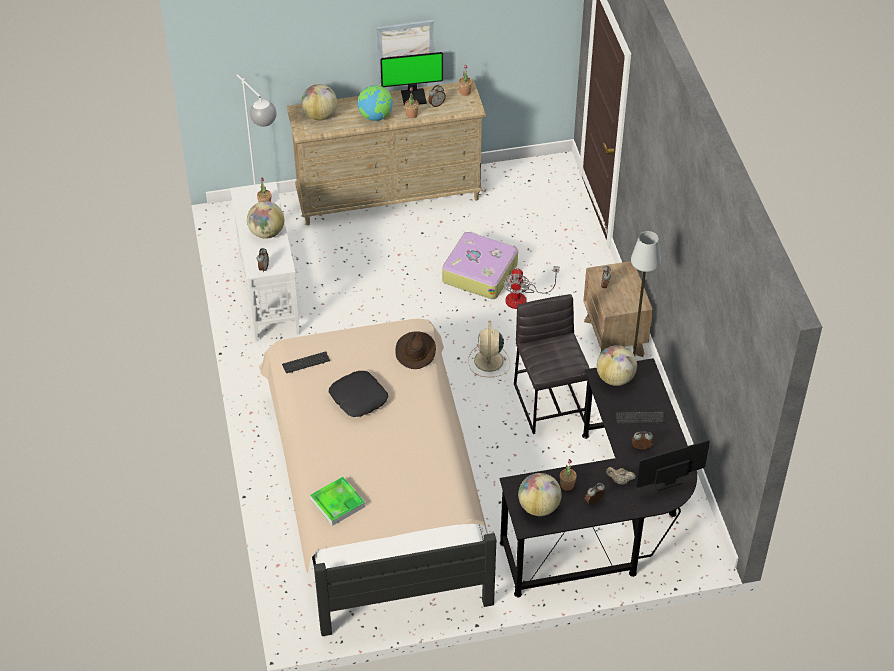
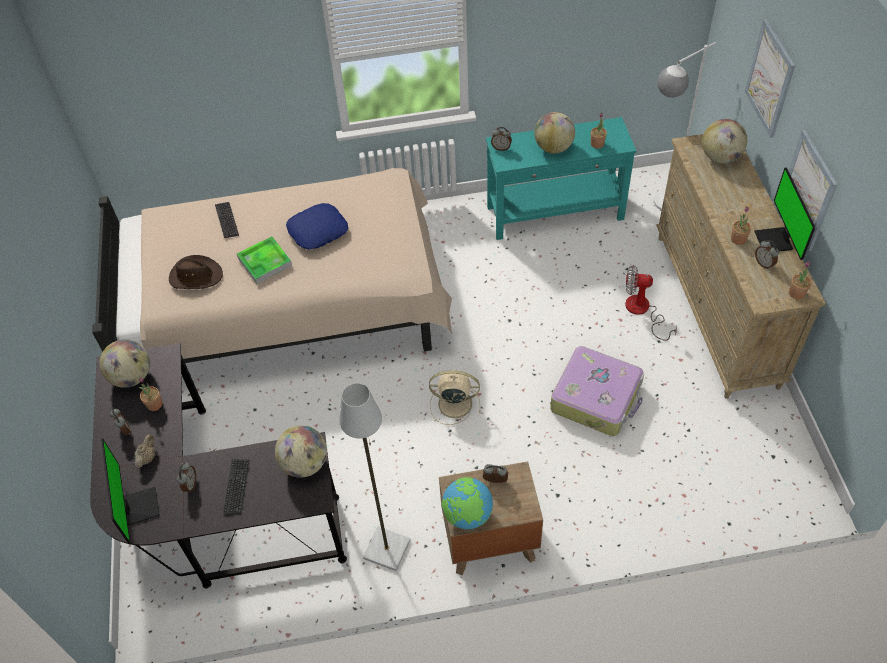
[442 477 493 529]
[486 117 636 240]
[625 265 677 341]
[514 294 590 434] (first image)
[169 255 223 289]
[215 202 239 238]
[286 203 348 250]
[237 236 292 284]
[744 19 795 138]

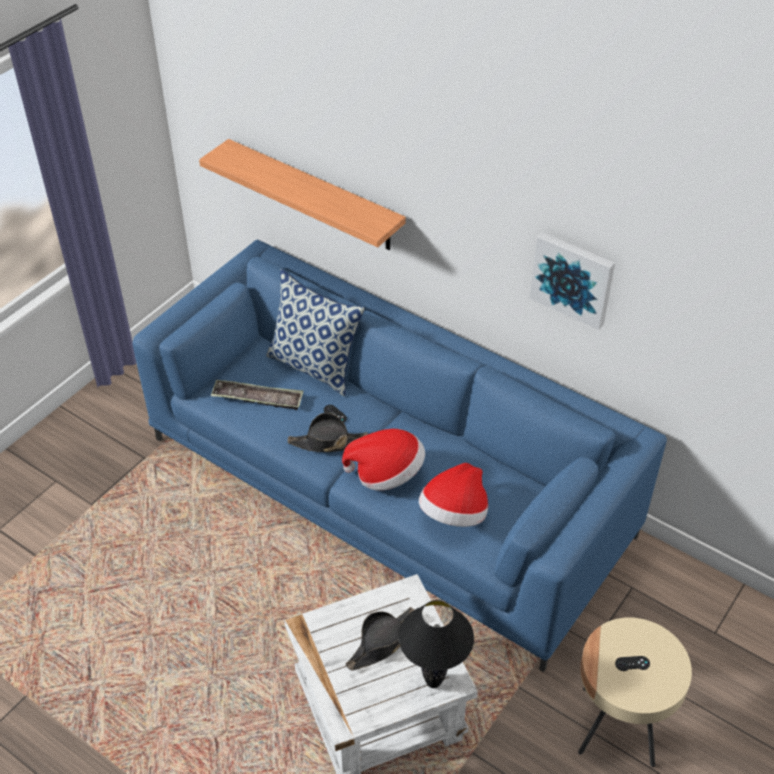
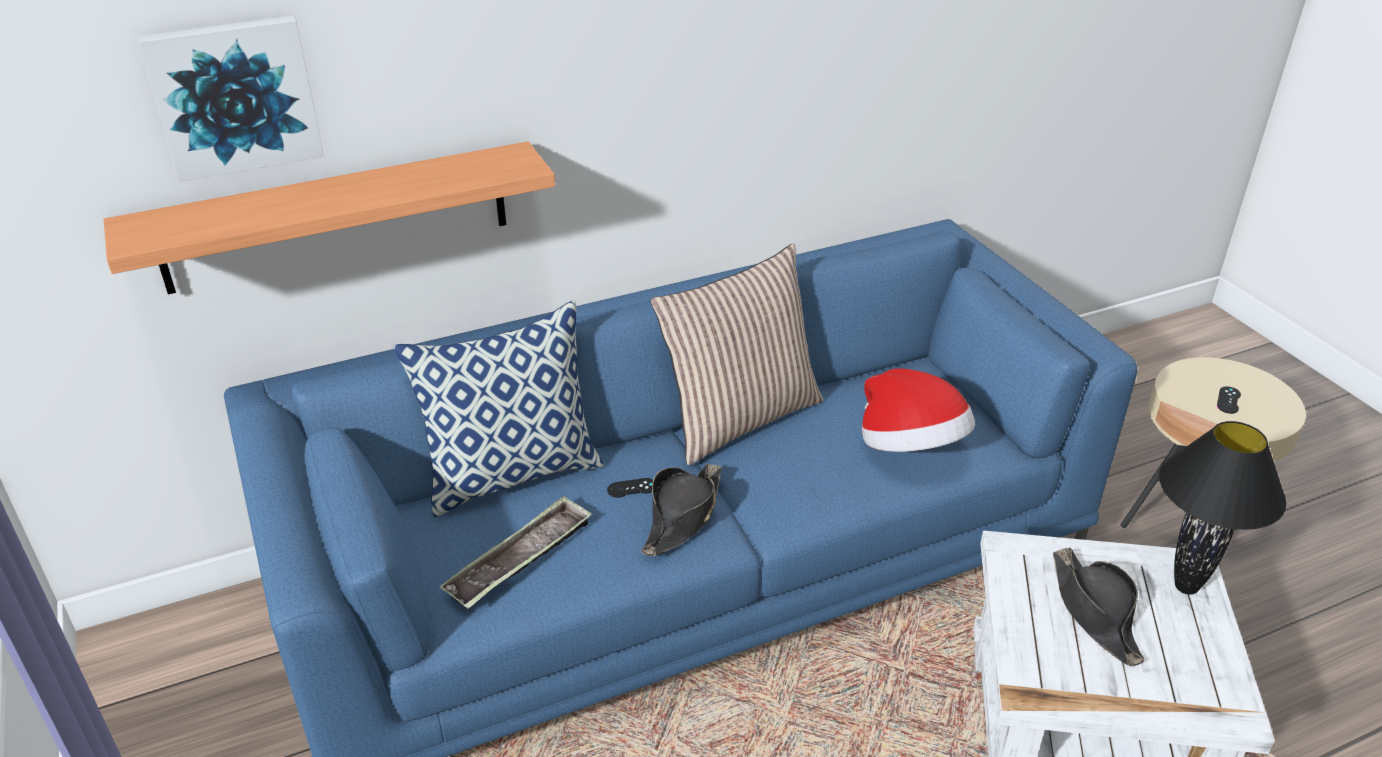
[138 15 324 182]
[342 429 425 490] (first image)
[650 244 823 465]

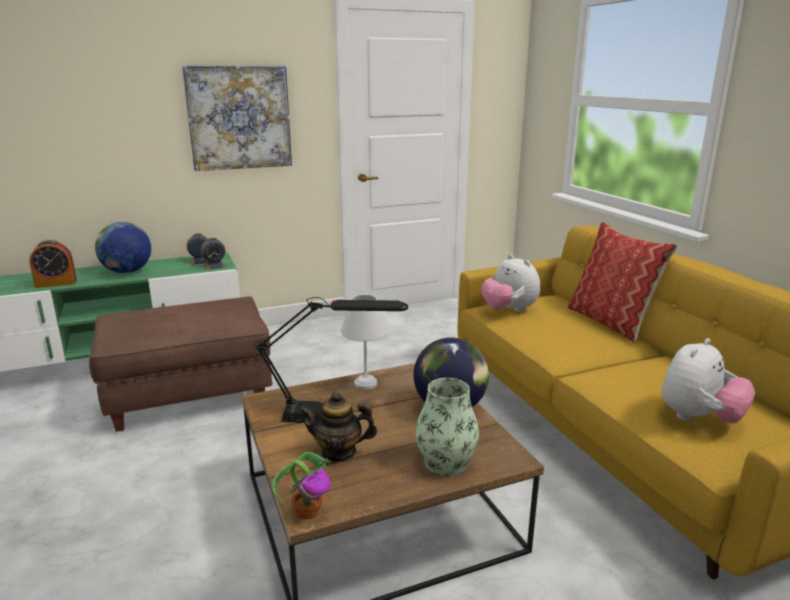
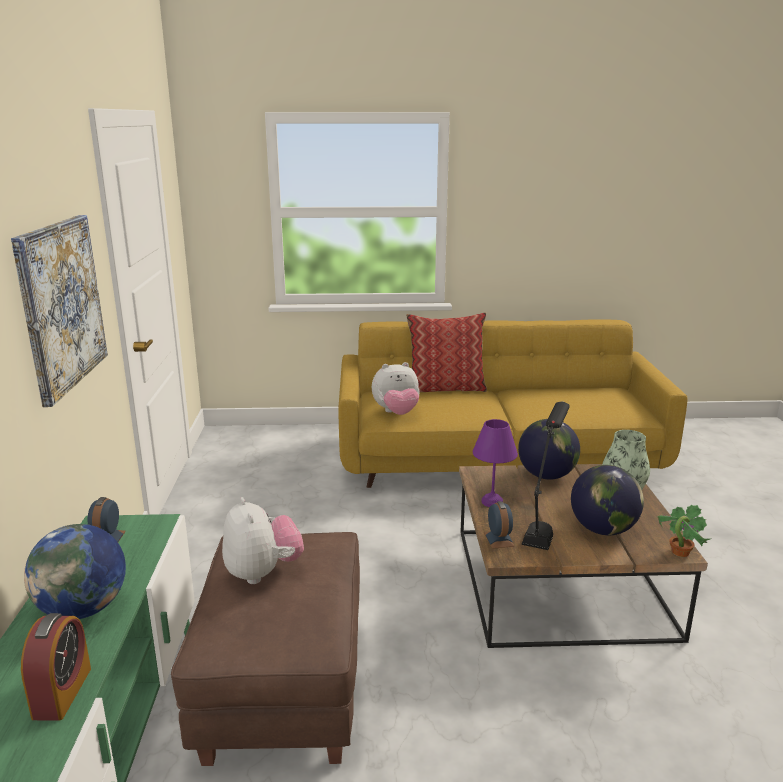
[484 501 515 549]
[473 419 518 507]
[222 497 304 584]
[571 465 644 535]

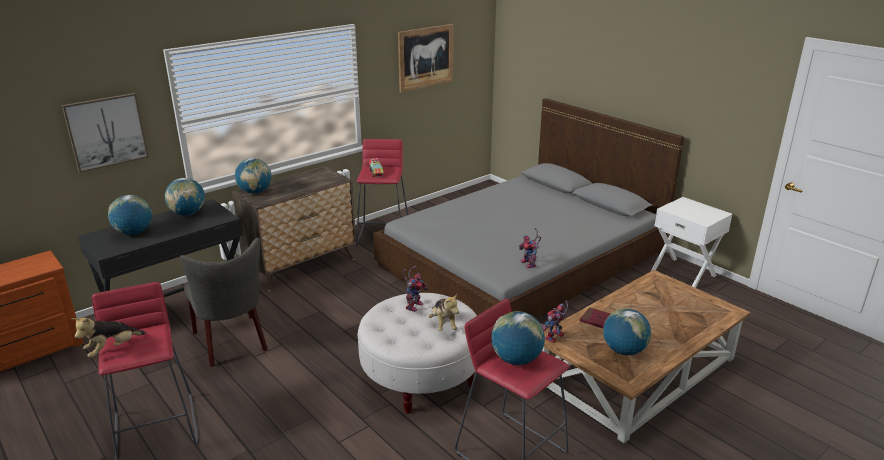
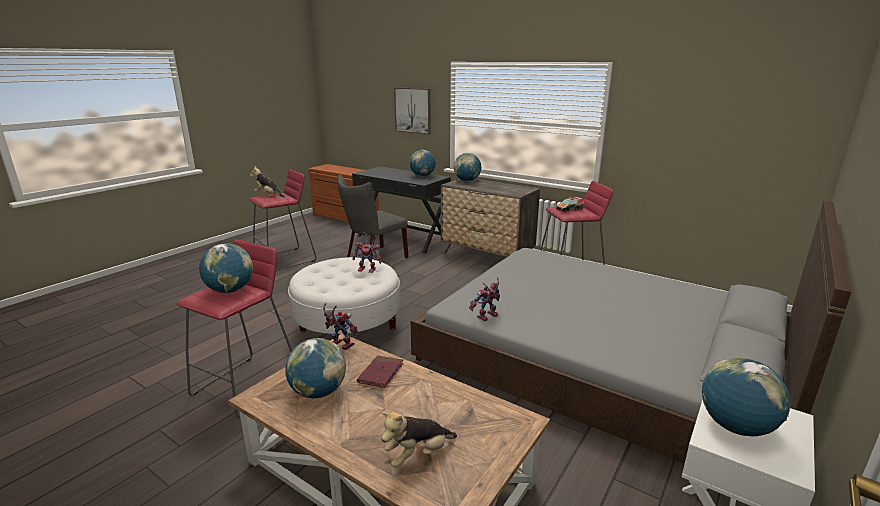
[398 24 453 92] (first image)
[702 358 790 436]
[381 412 457 468]

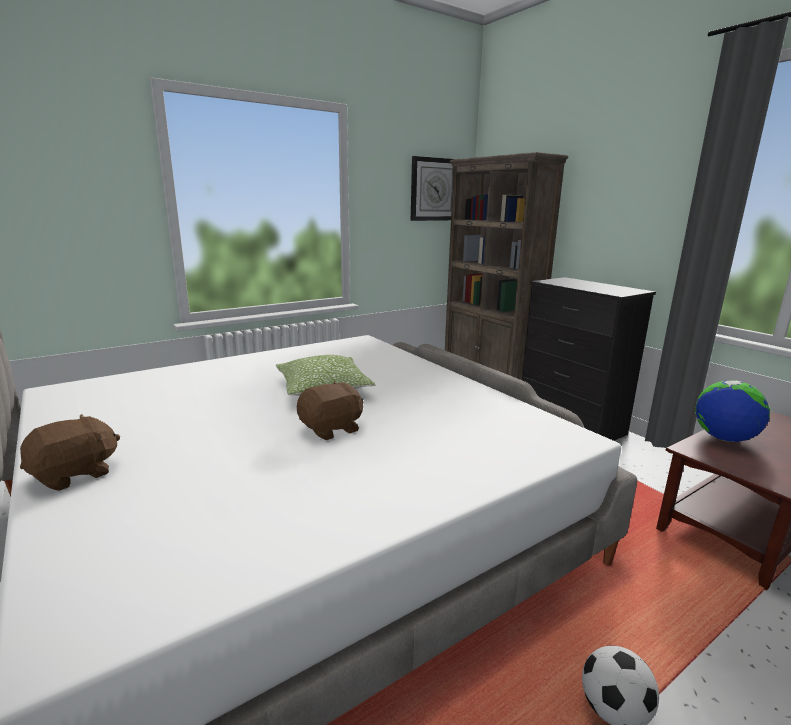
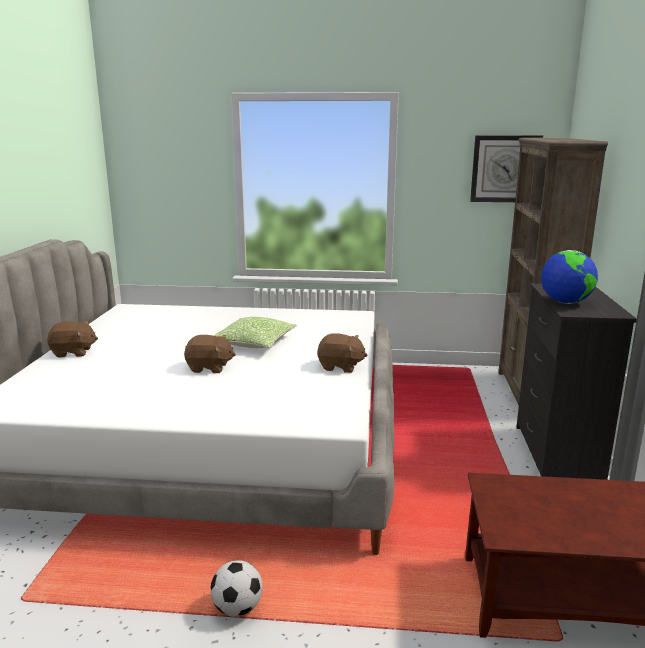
[541 250 598 304]
[317 333 368 373]

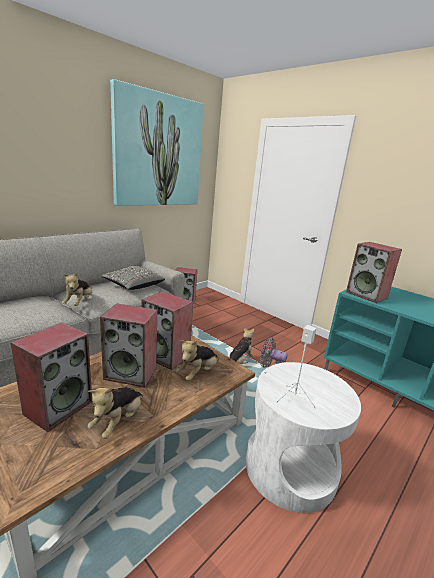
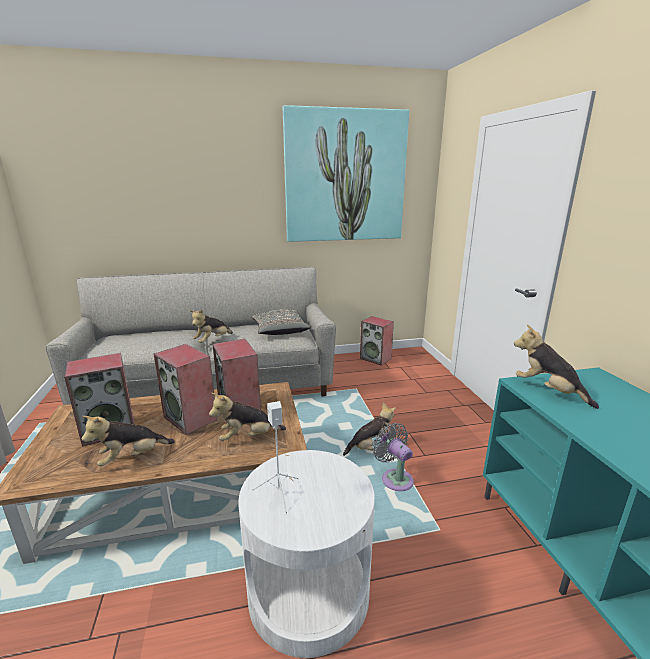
[514 325 599 409]

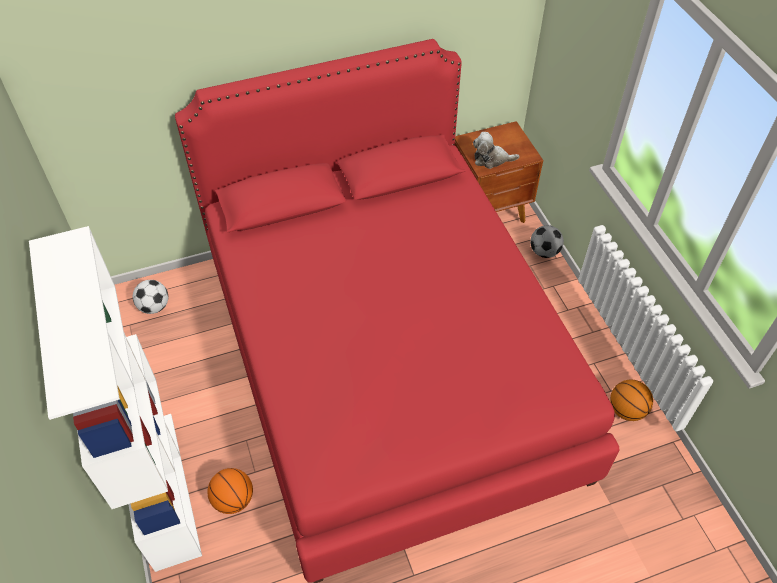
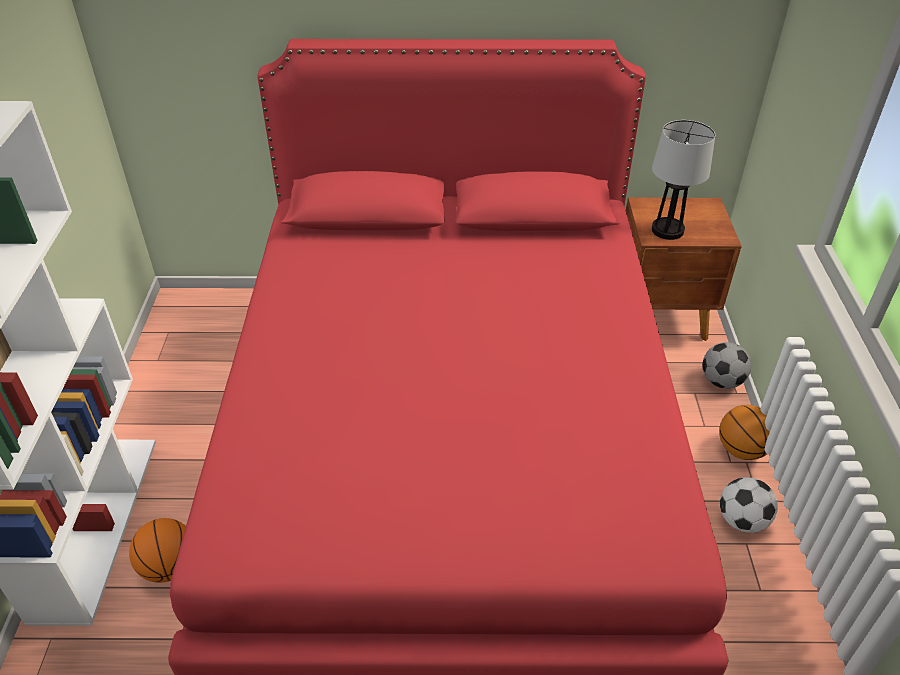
[652 120 715 240]
[720 477 778 533]
[719 405 770 460]

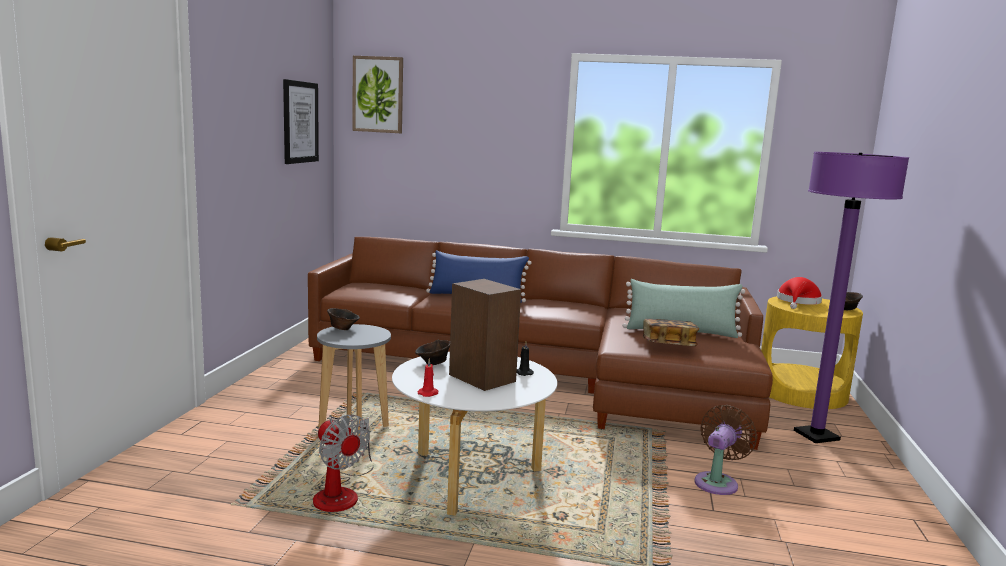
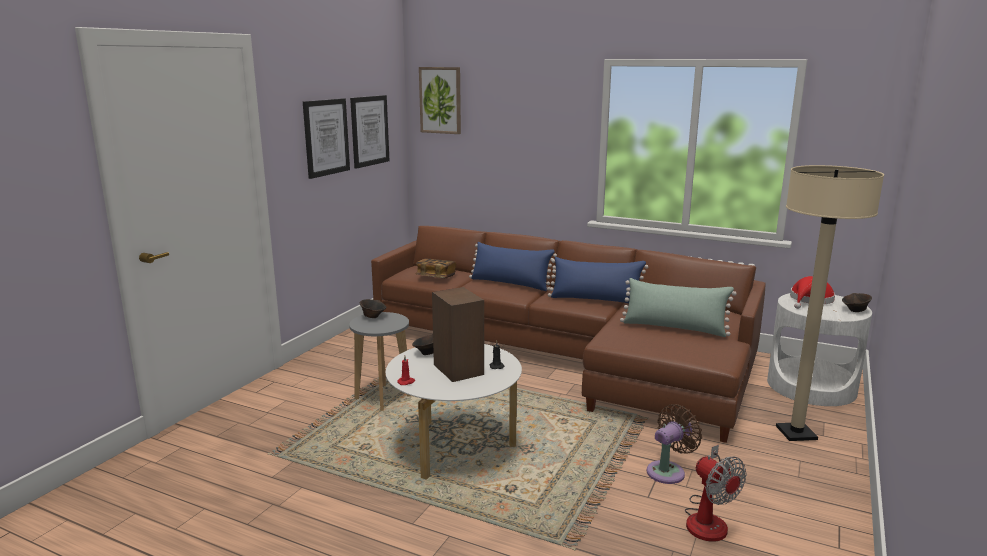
[776 165 884 441]
[767 293 872 406]
[415 259 456 278]
[685 444 747 542]
[303 98 350 179]
[548 257 648 303]

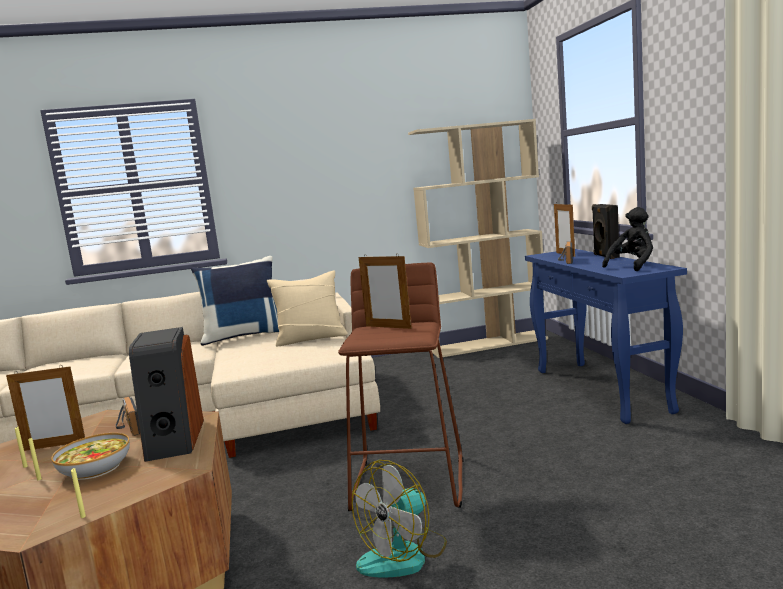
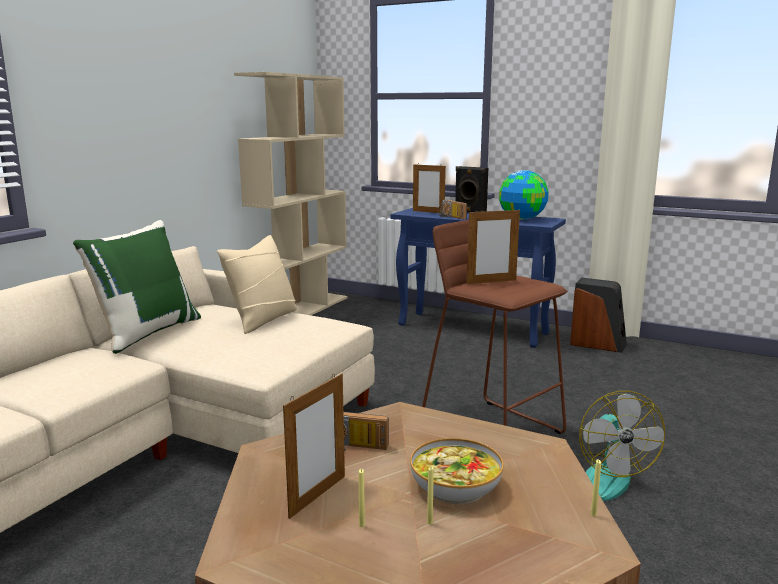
[499 170 549 220]
[73 220 201 354]
[570 278 627 353]

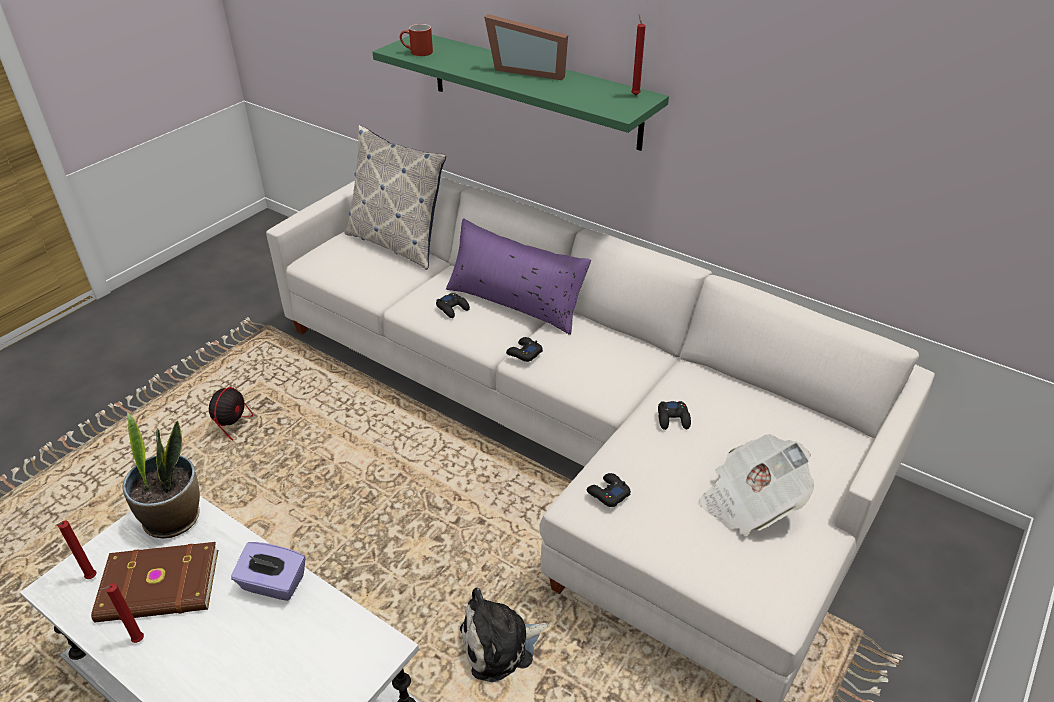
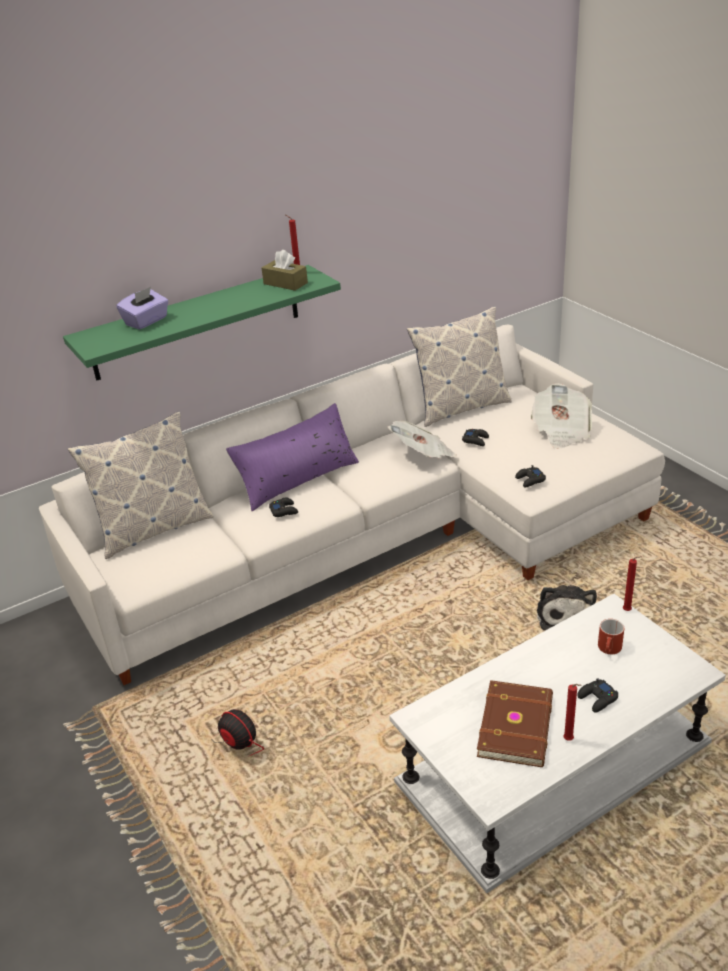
[484 14 568 80] (first image)
[598 619 624 654]
[577 678 618 713]
[122 412 200 538] (first image)
[623 556 642 611]
[117 287 169 330]
[262 250 308 291]
[407 306 511 427]
[387 420 457 459]

